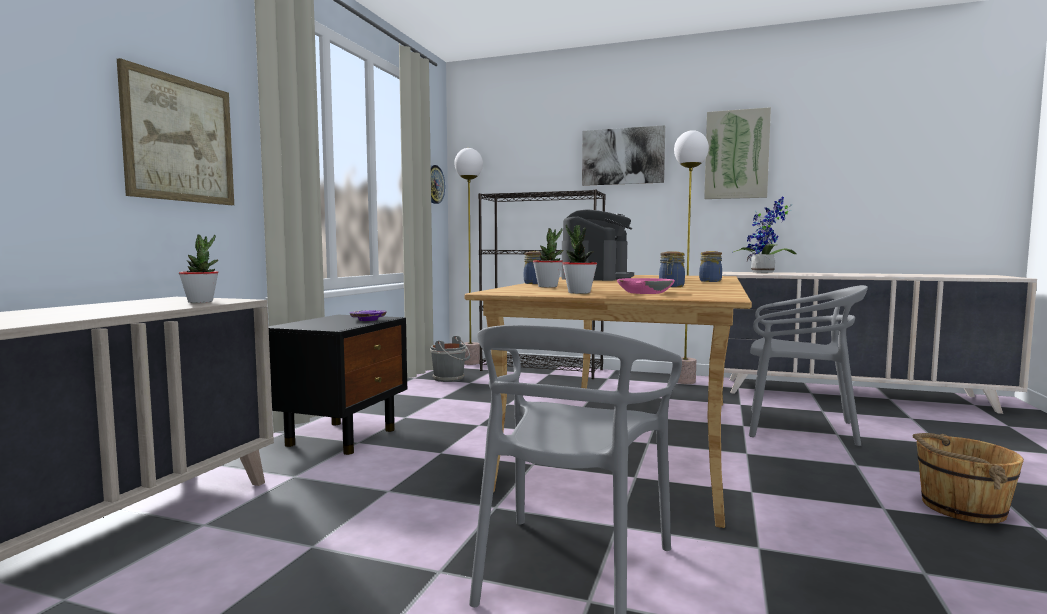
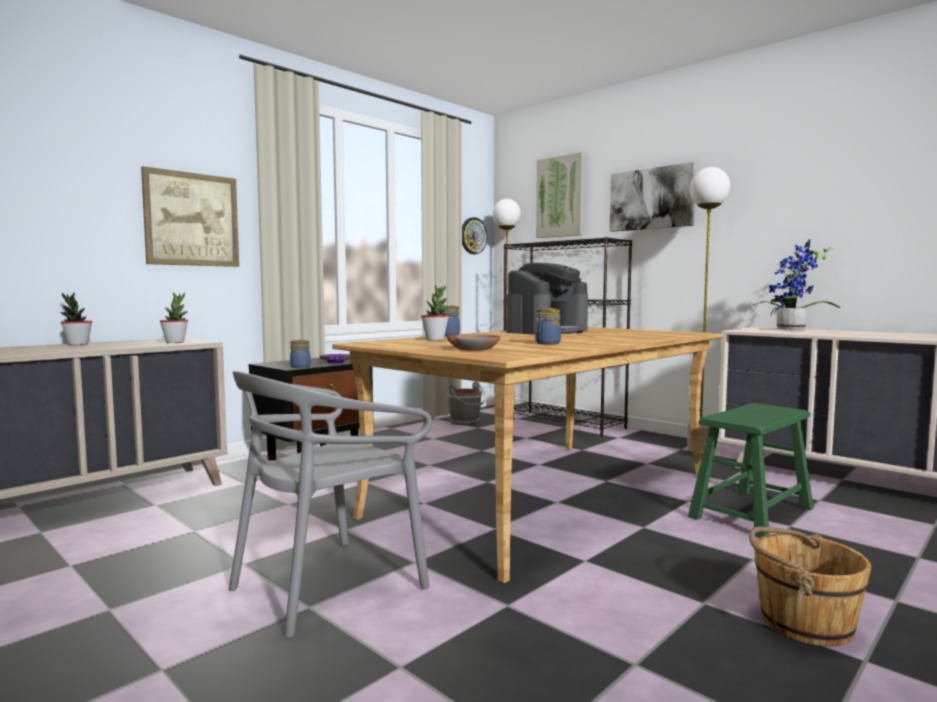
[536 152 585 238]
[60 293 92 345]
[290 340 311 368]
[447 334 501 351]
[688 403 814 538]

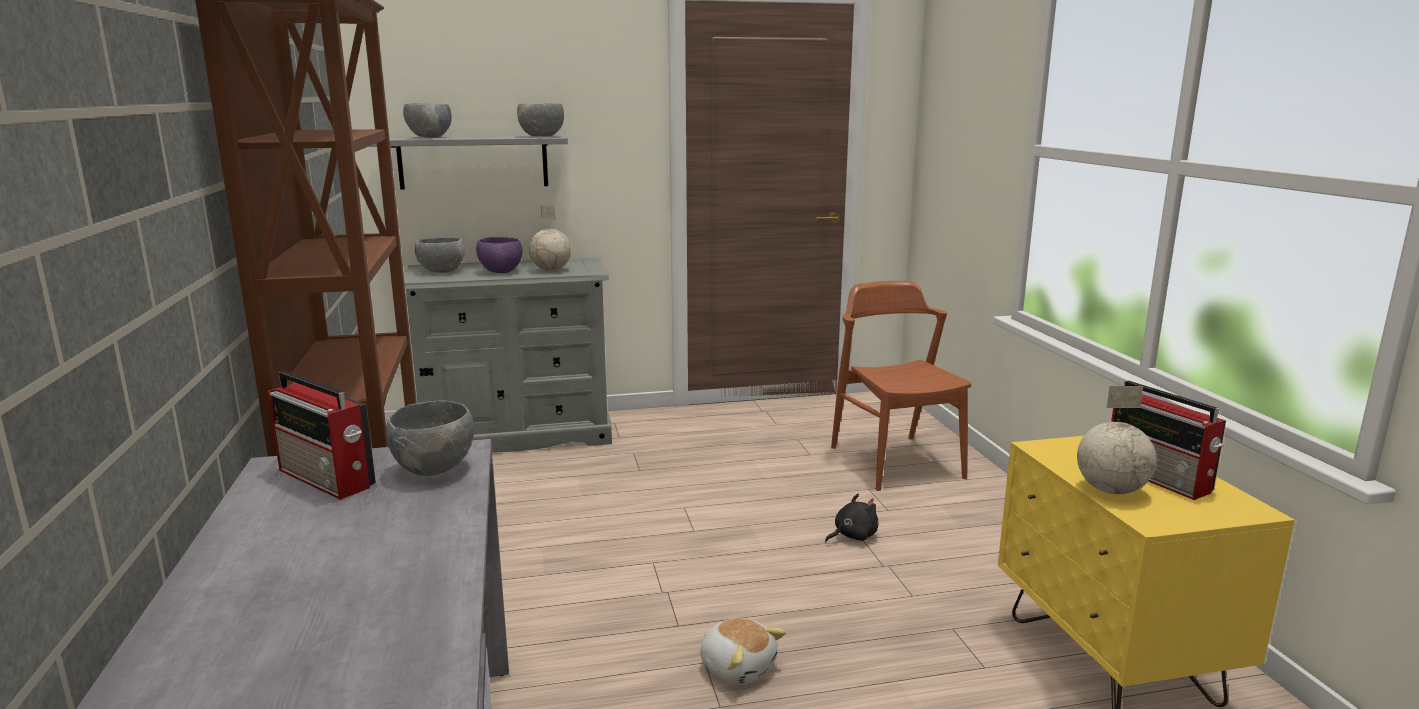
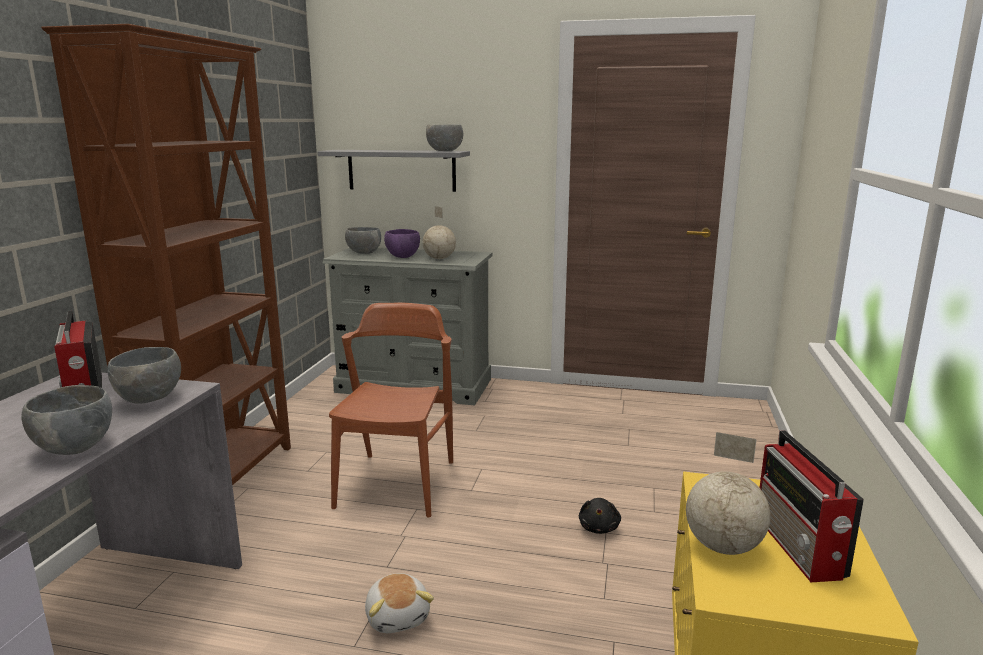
[21 385 112 455]
[329 303 453 517]
[579 498 621 534]

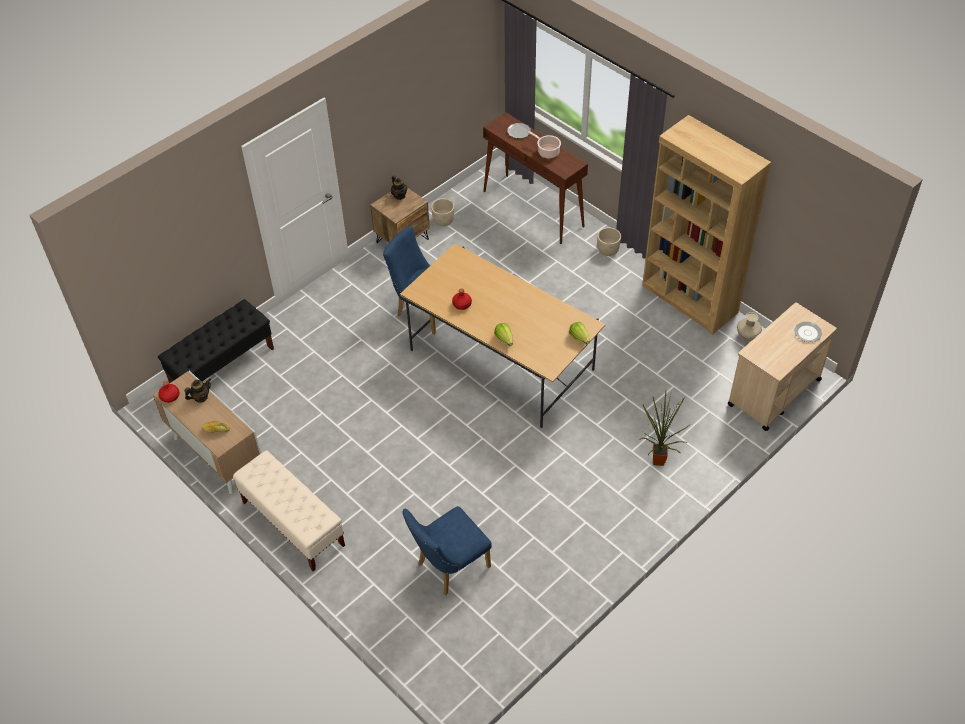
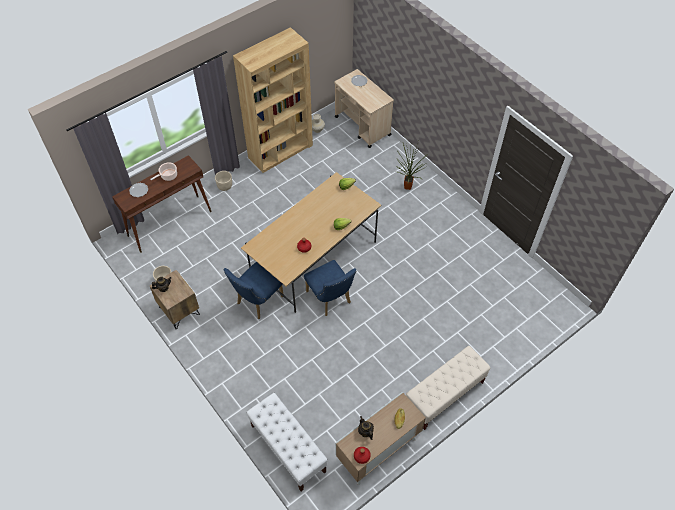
[246 393 328 491]
[304 260 356 316]

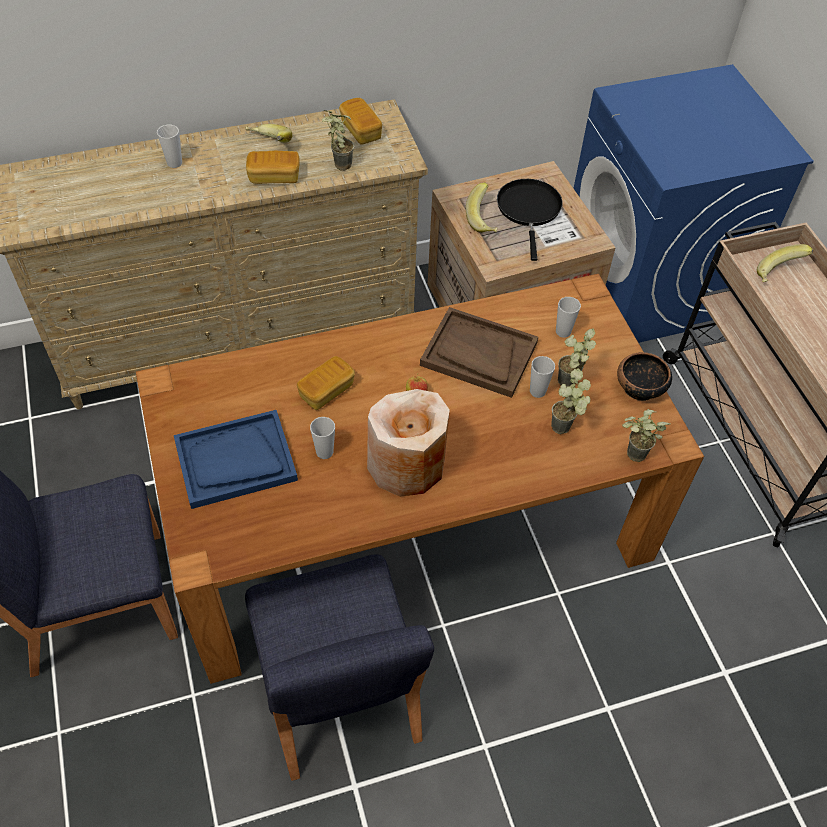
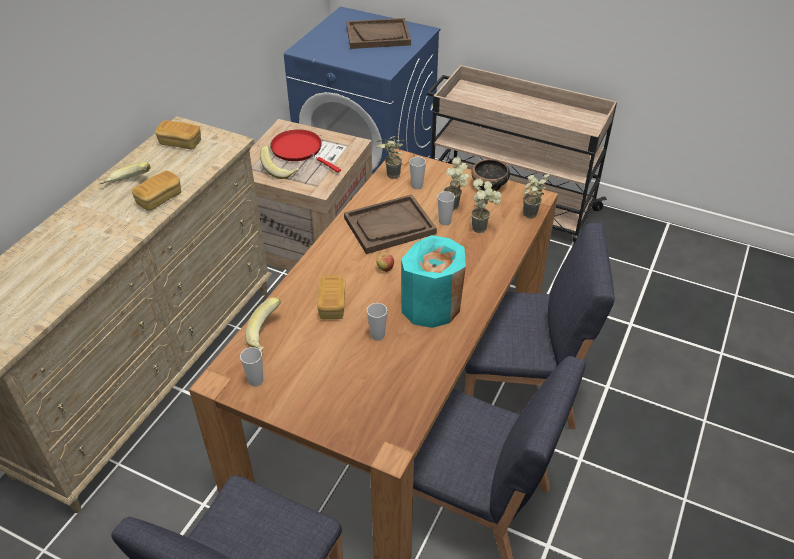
[376 136 404 179]
[240 347 263 386]
[270 130 341 173]
[245 297 281 351]
[401 235 466 328]
[174 410 298 509] (first image)
[346 18 411 49]
[465 223 615 429]

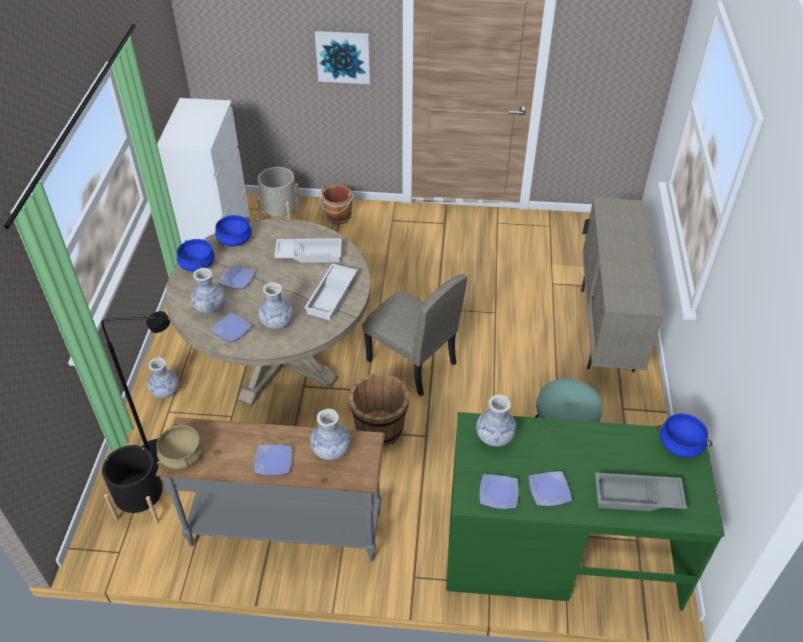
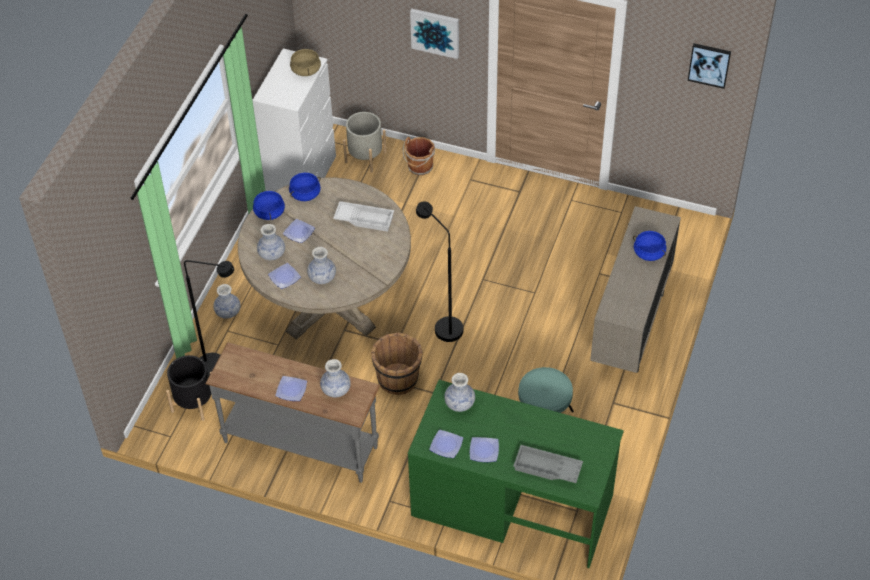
[304 263 358 321] (first image)
[416 201 463 342]
[633 231 666 261]
[290 48 321 76]
[688 43 731 89]

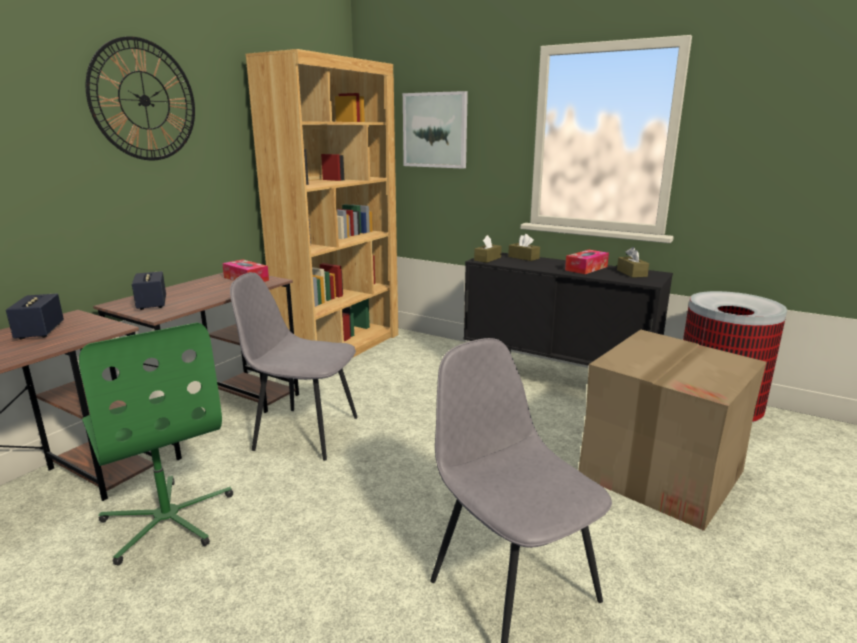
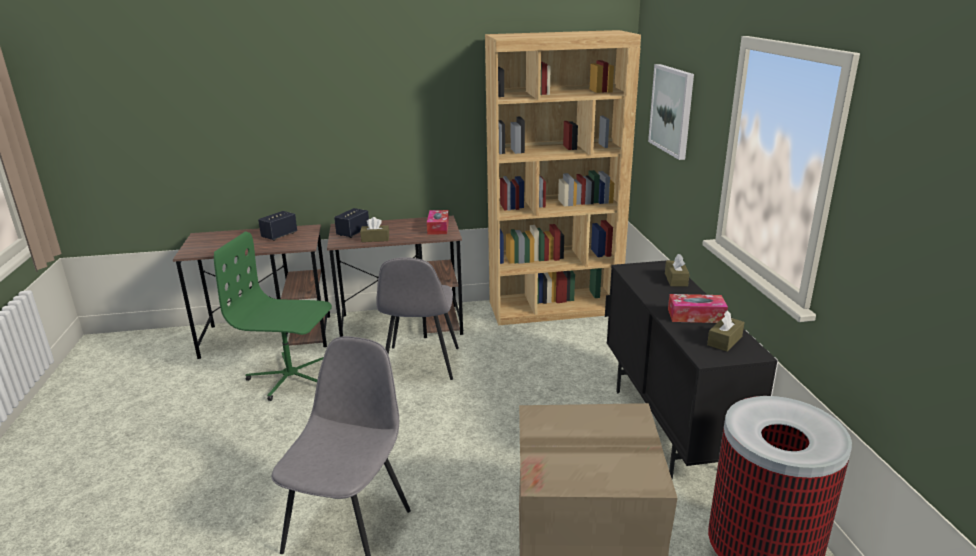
[85 36 195 160] (first image)
[360 217 389 242]
[376 257 459 380]
[214 232 332 401]

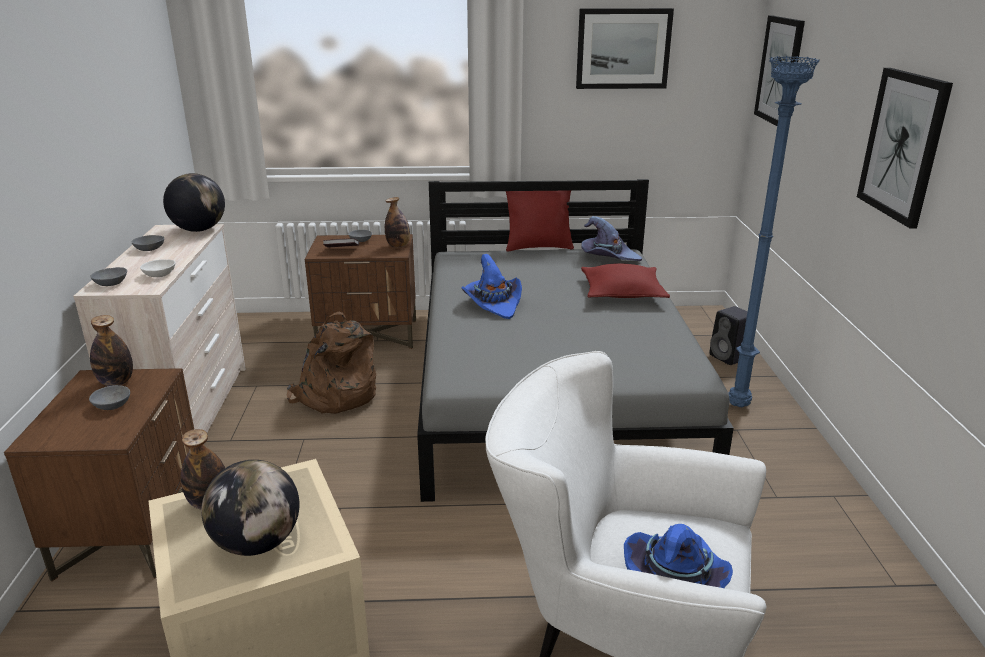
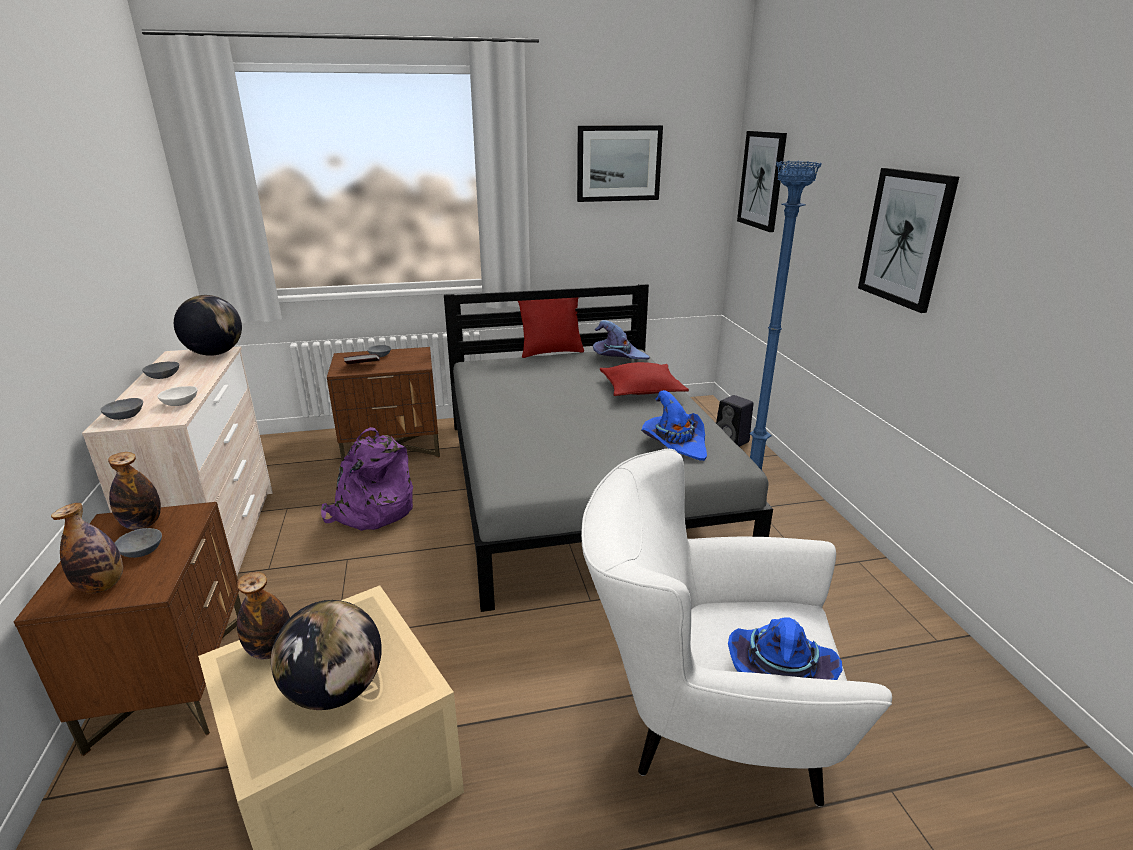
[51 503 123 594]
[641 390 707 461]
[321 427 413 531]

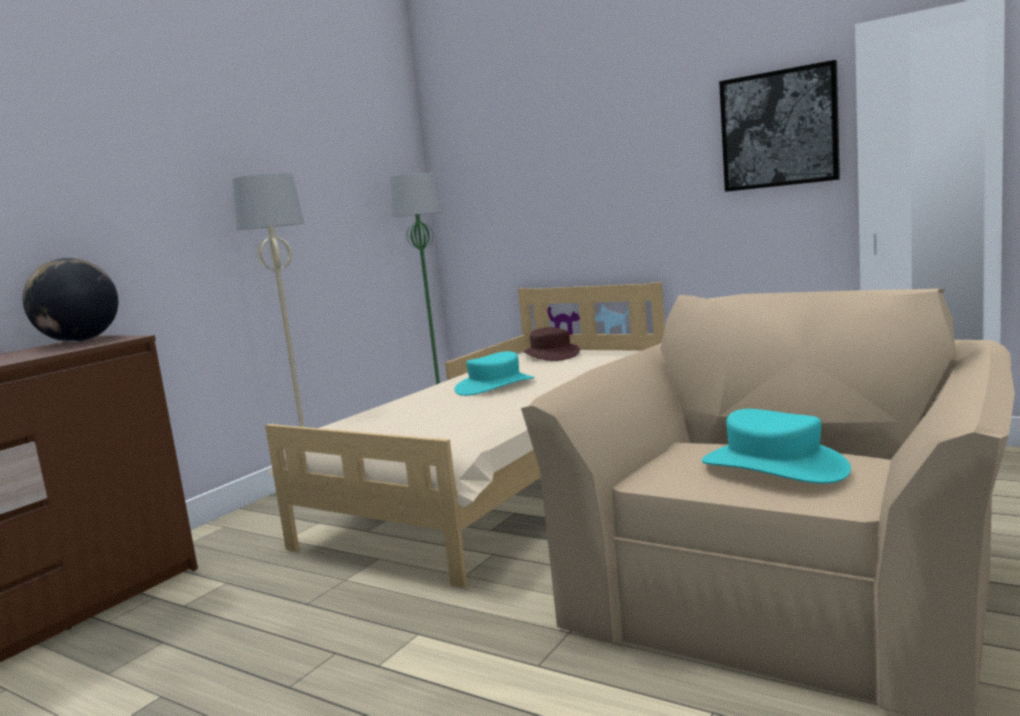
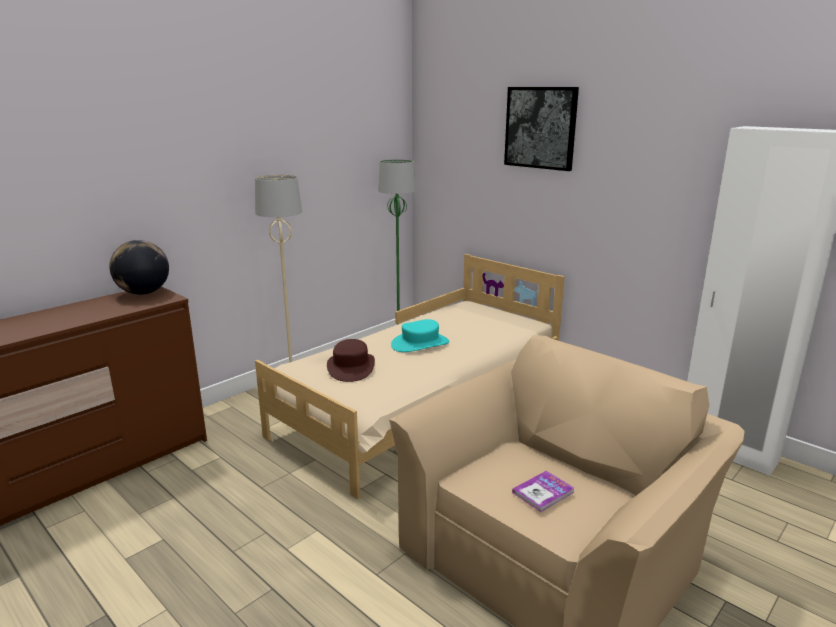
[504 87 579 171]
[327 339 375 382]
[512 471 574 512]

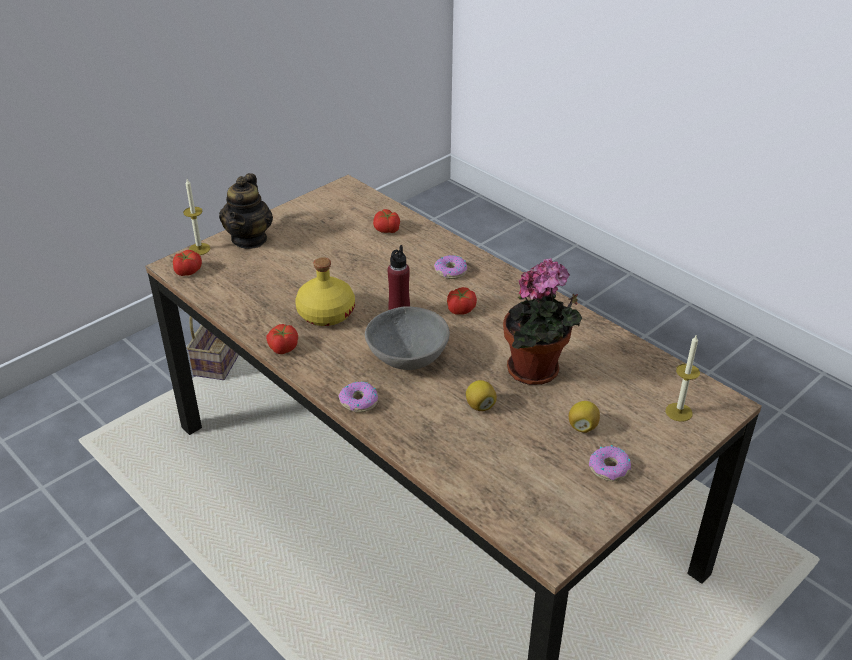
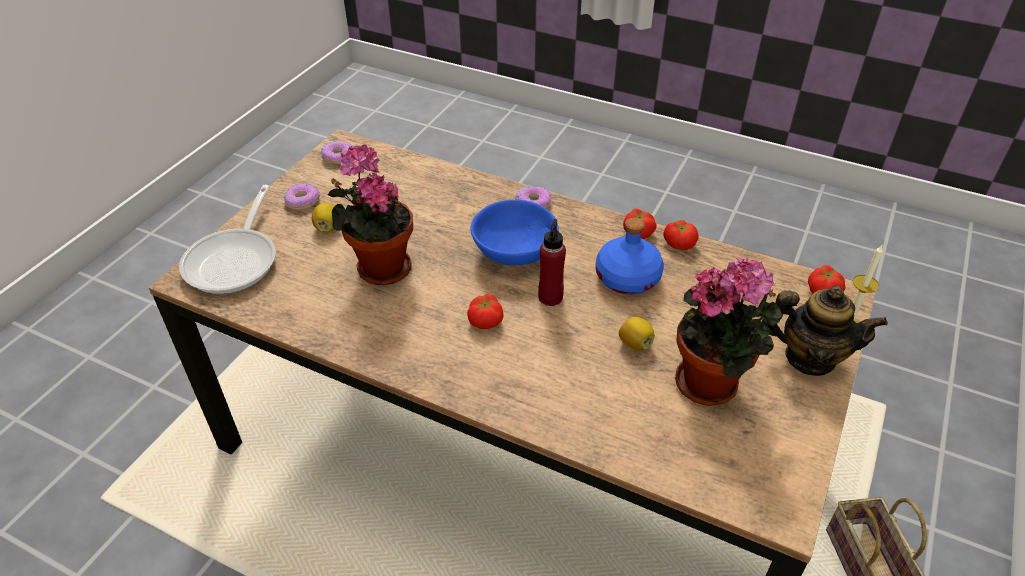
[761 285 888 376]
[663 220 699 250]
[321 141 351 164]
[596 217 664 295]
[470 200 559 265]
[179 185 276 294]
[619 317 655 351]
[675 258 783 406]

